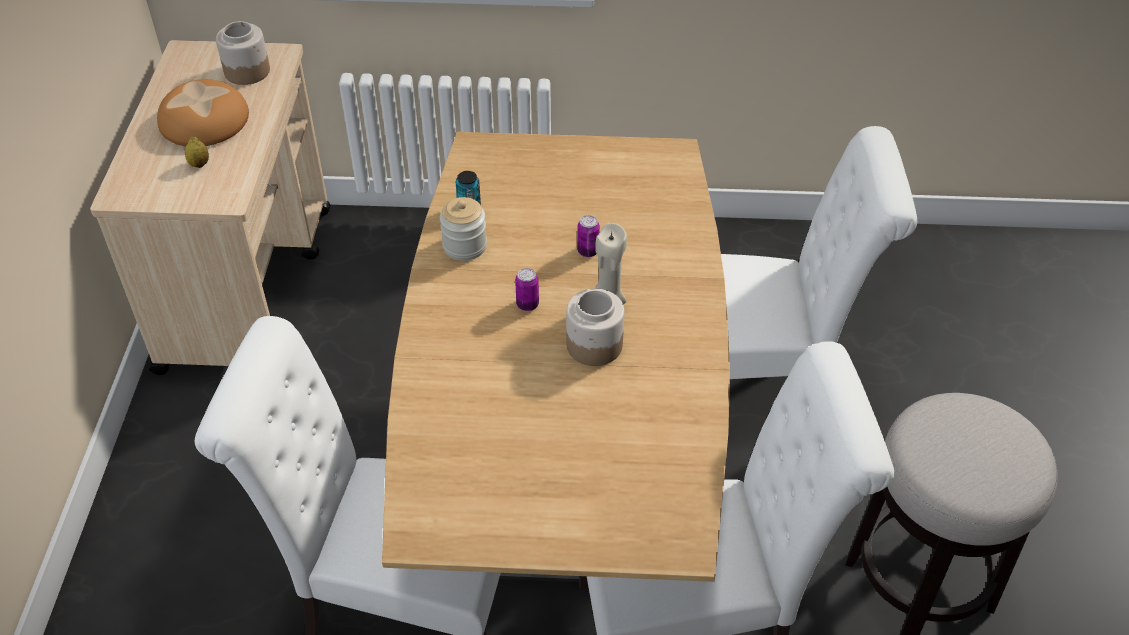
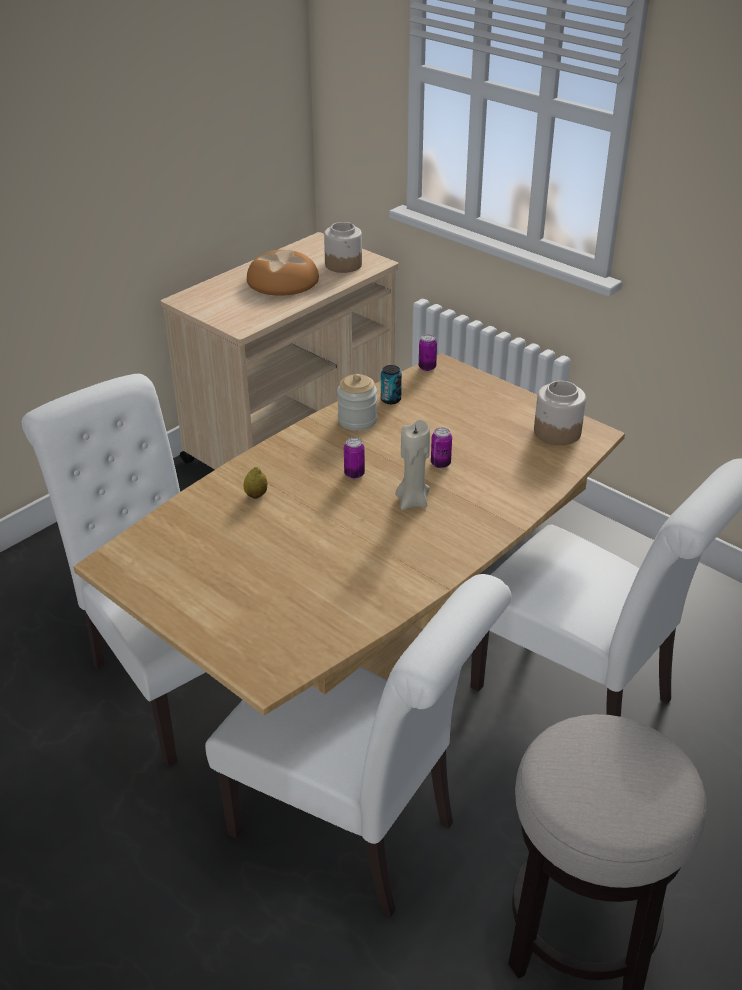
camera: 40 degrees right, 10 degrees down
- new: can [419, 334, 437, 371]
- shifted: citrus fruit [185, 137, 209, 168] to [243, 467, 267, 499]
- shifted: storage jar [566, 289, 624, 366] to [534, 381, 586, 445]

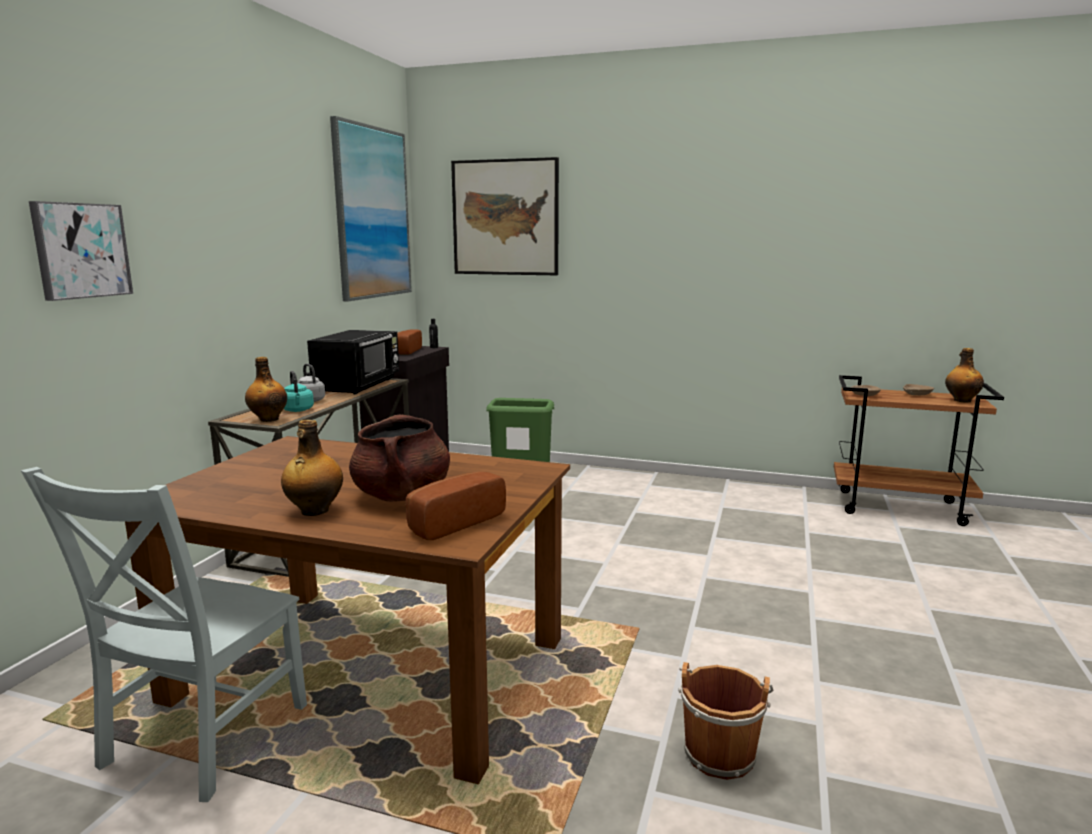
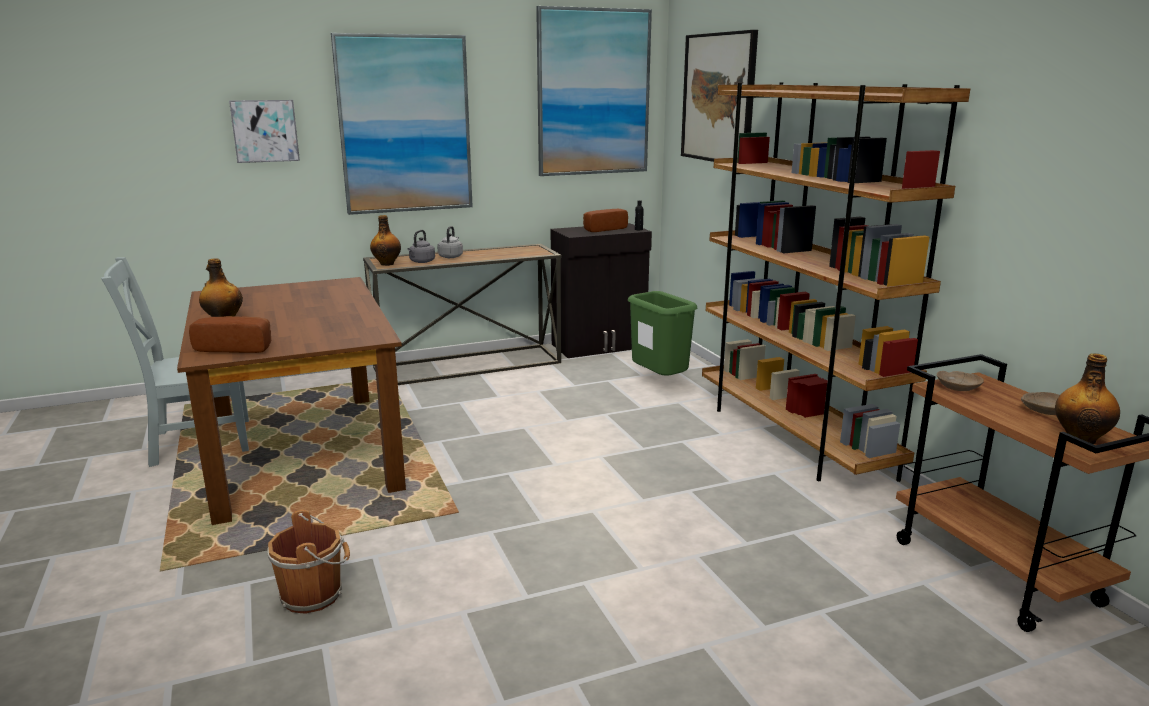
camera: 50 degrees right, 5 degrees up
- gone: black microwave oven [307, 330, 399, 395]
- gone: brownish stockpot [349, 415, 450, 502]
- new: wall art [331, 33, 473, 215]
- new: brownish shelving unit [702, 82, 970, 482]
- repainted: turquoise-coloured tea kettle [284, 371, 314, 412] to greyish tea kettle [408, 230, 435, 263]

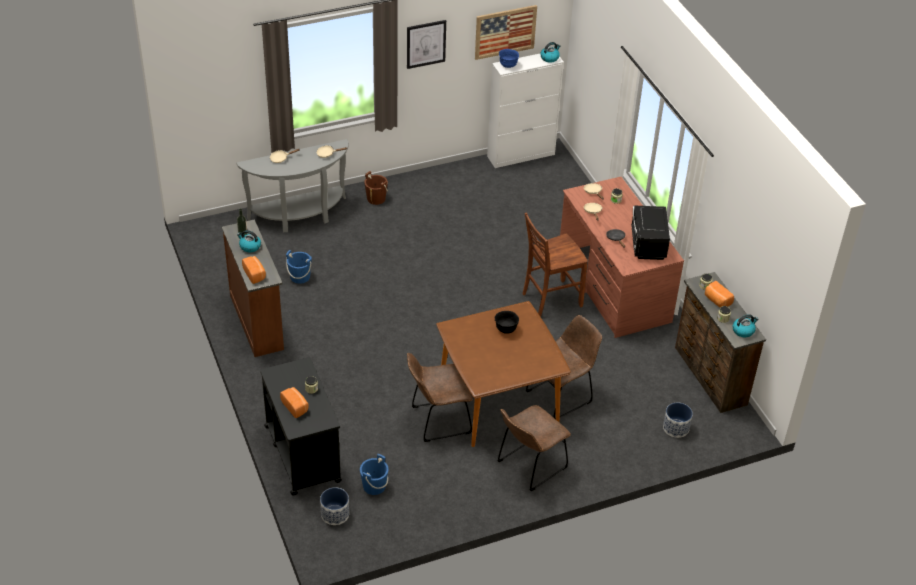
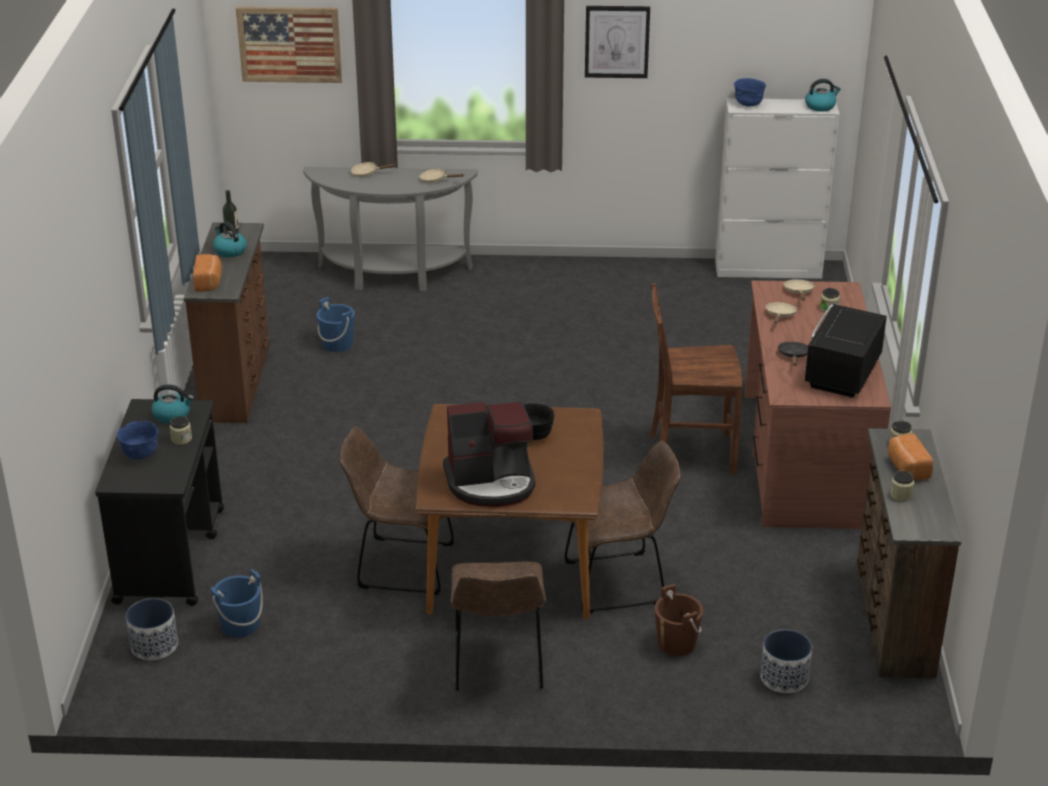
camera: 25 degrees right, 10 degrees down
- new: coffee brewer [443, 401, 535, 507]
- shifted: brownish bucket [364, 171, 388, 205] to [654, 584, 703, 656]
- shifted: wall art [475, 5, 537, 60] to [236, 7, 342, 83]
- shifted: tea kettle [733, 314, 758, 337] to [152, 384, 194, 424]
- swapped: bakery bread [280, 387, 309, 418] to blue bowl [117, 421, 158, 460]
- rotated: brownish plain chair [498, 405, 571, 491] = [451, 562, 546, 690] 75 degrees counterclockwise

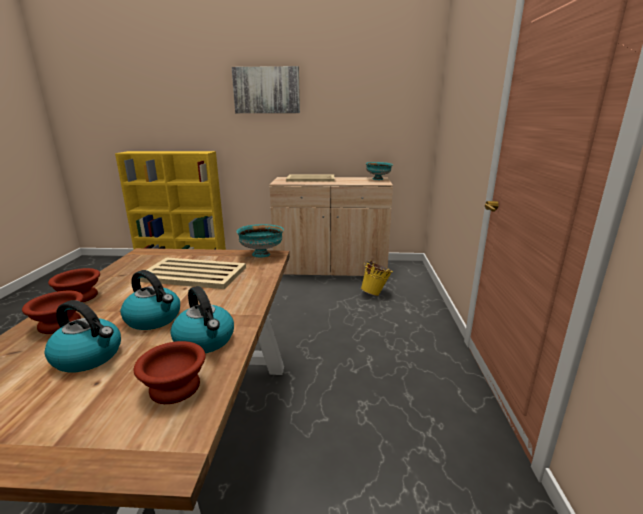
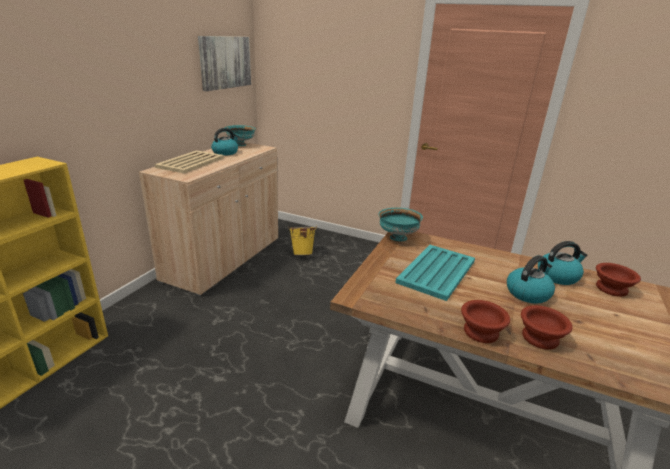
camera: 70 degrees left, 5 degrees up
- shifted: tea kettle [45, 300, 121, 372] to [211, 128, 239, 156]
- shifted: wall art [232, 66, 300, 113] to [198, 36, 251, 91]
- repainted: beige-coloured tray [140, 257, 246, 289] to turquoise-coloured tray [395, 245, 475, 301]

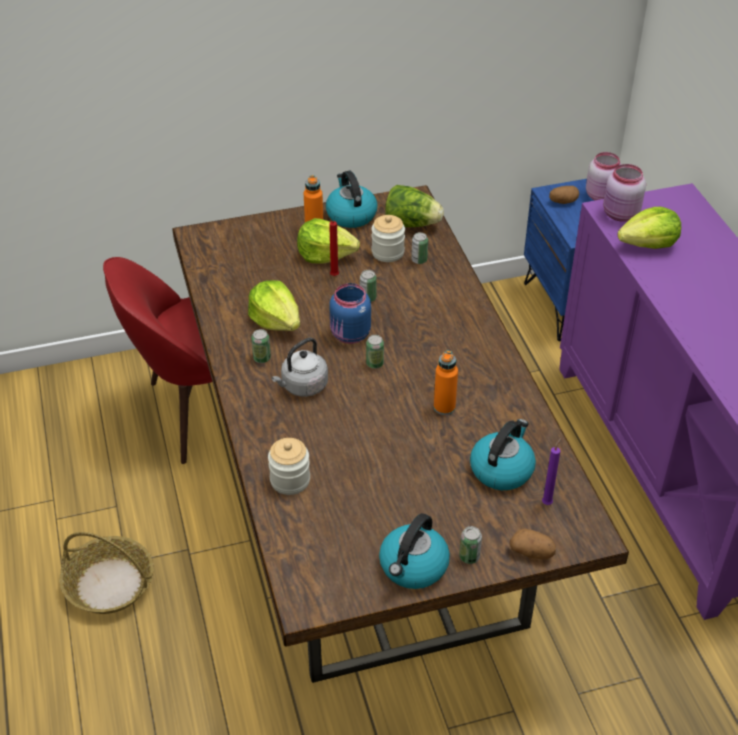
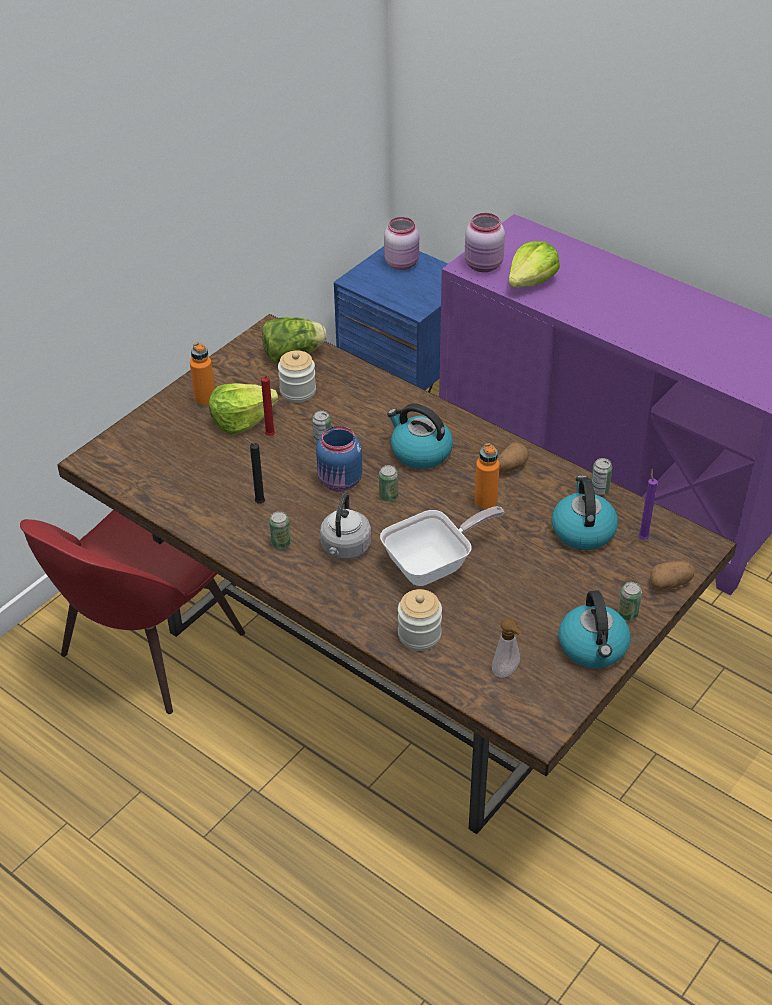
camera: 35 degrees left, 0 degrees up
- gone: household basket [59, 532, 154, 614]
- new: frying pan [380, 506, 504, 586]
- new: liquid soap bottle [492, 618, 522, 677]
- shifted: tea kettle [326, 171, 377, 228] to [387, 404, 453, 469]
- shifted: can [411, 232, 428, 264] to [591, 458, 612, 494]
- shifted: spud [549, 186, 579, 204] to [498, 443, 529, 473]
- swapped: lettuce head [248, 280, 300, 331] to black wax candle [245, 438, 265, 503]

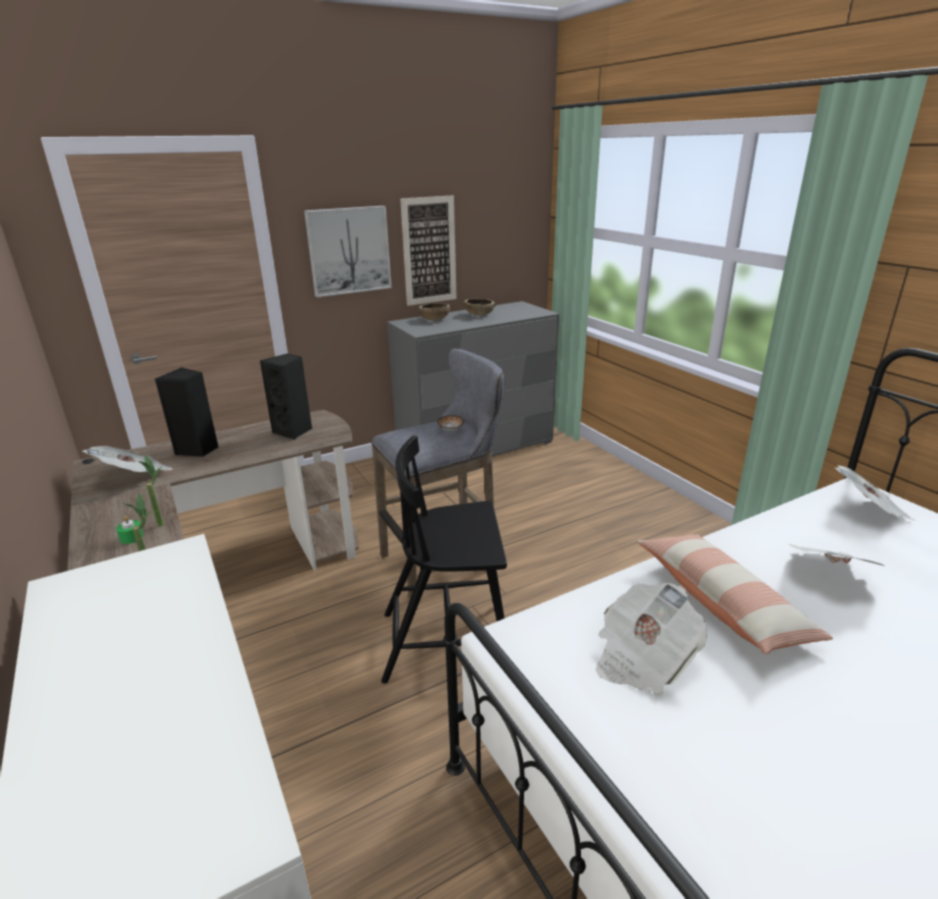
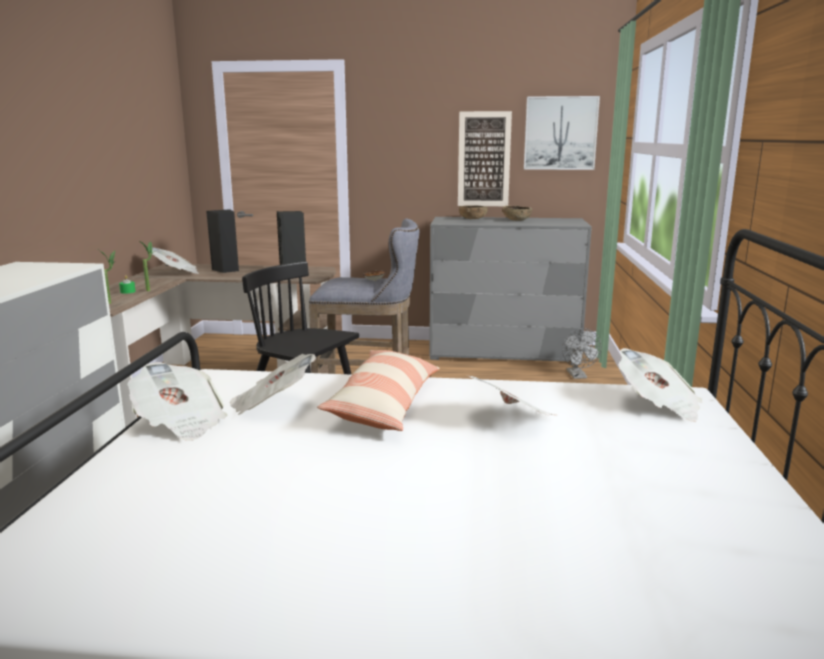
camera: 35 degrees right, 10 degrees down
- new: daily paper [127, 362, 227, 441]
- new: greyish fan [562, 328, 602, 379]
- shifted: wall art [304, 206, 392, 297] to [524, 96, 600, 170]

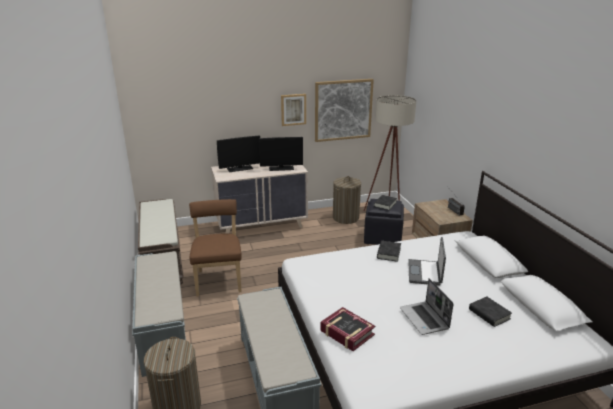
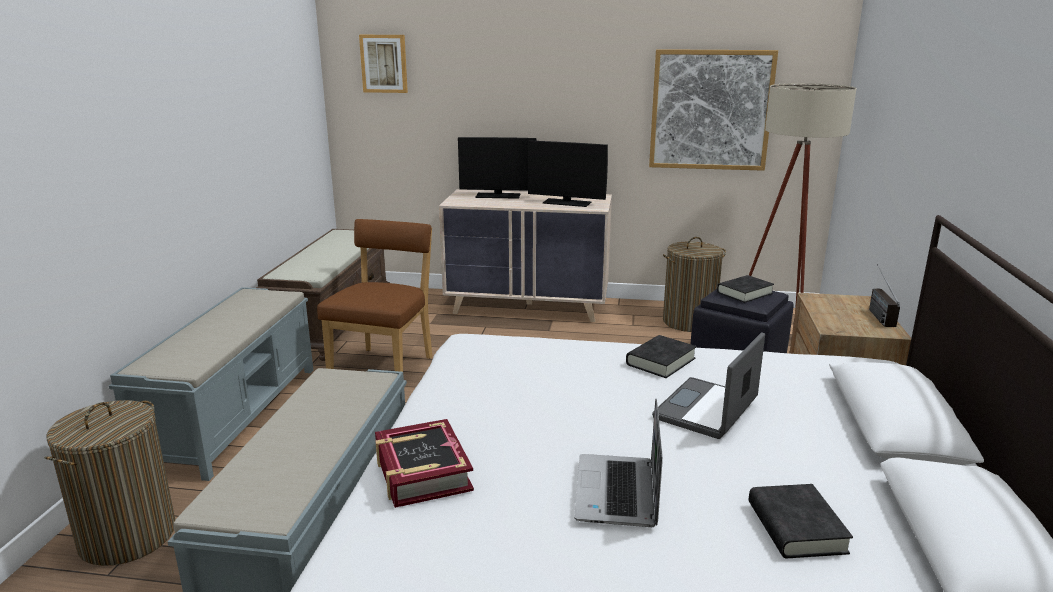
camera: 25 degrees right, 5 degrees down
- shifted: wall art [281, 94, 306, 126] to [359, 35, 408, 93]

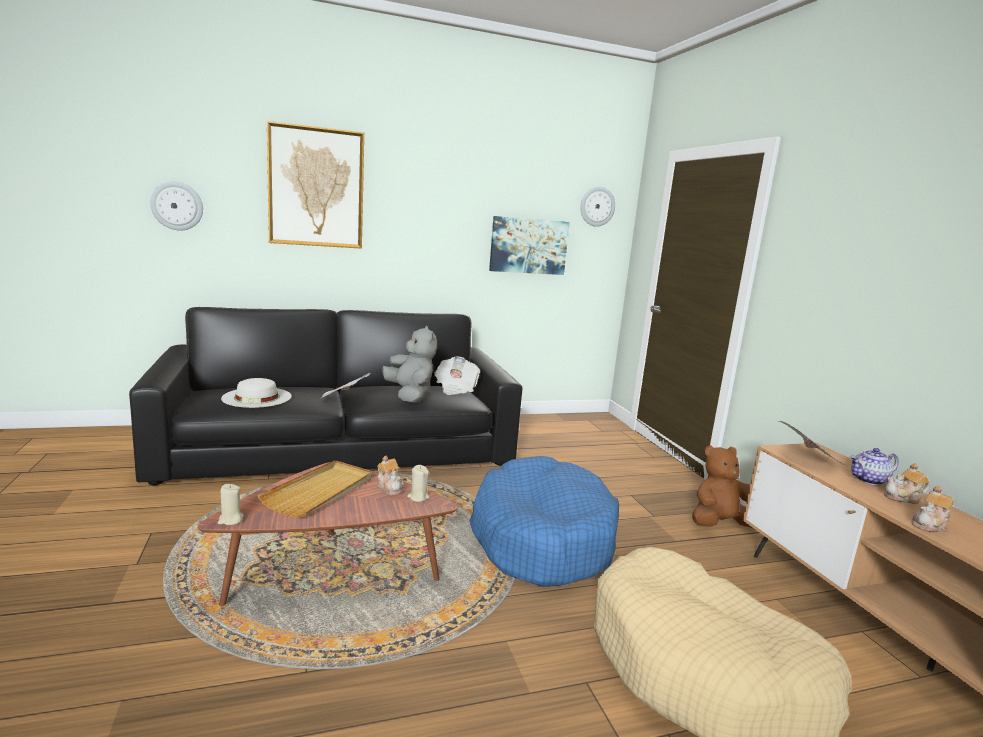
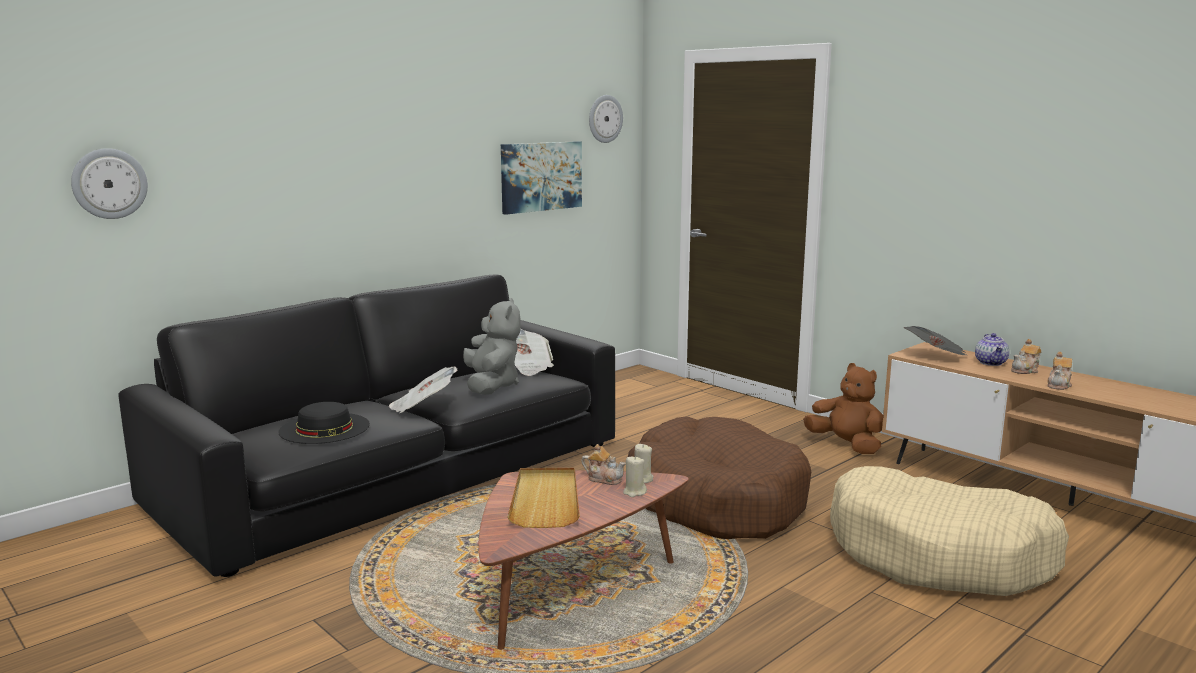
camera: 25 degrees left, 0 degrees up
- gone: wall art [267, 121, 364, 249]
- shifted: beige-coloured wax candle [218, 484, 244, 525] to [623, 456, 647, 497]
- repainted: white-coloured hat [221, 378, 292, 408] to black hat [278, 402, 370, 444]
- repainted: blue dog cushion [470, 456, 619, 587] to brownish dog cushion [628, 416, 811, 539]
- rotated: greyish plush toy [382, 326, 437, 403] = [463, 298, 521, 395] 45 degrees clockwise
- rotated: brownish plush toy [692, 445, 752, 528] = [803, 363, 883, 454] 90 degrees clockwise
- rotated: teapot [850, 448, 899, 485] = [975, 333, 1009, 366] 45 degrees counterclockwise

